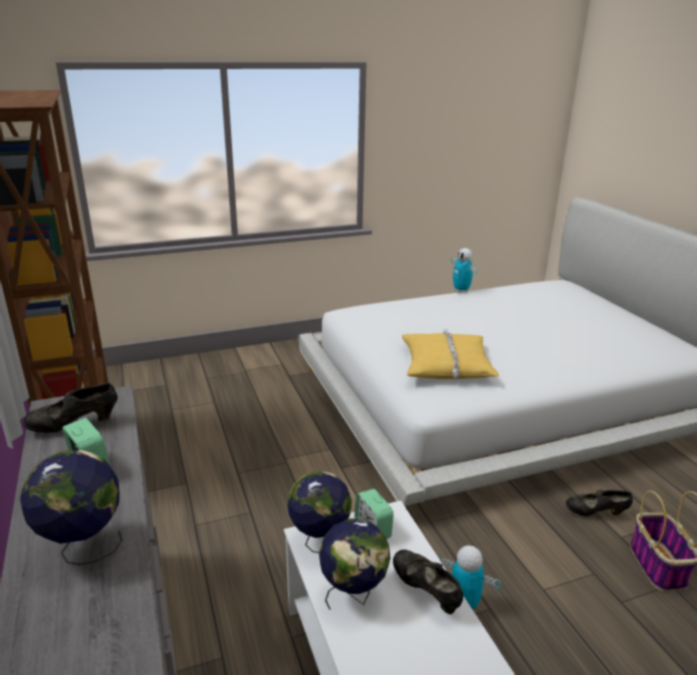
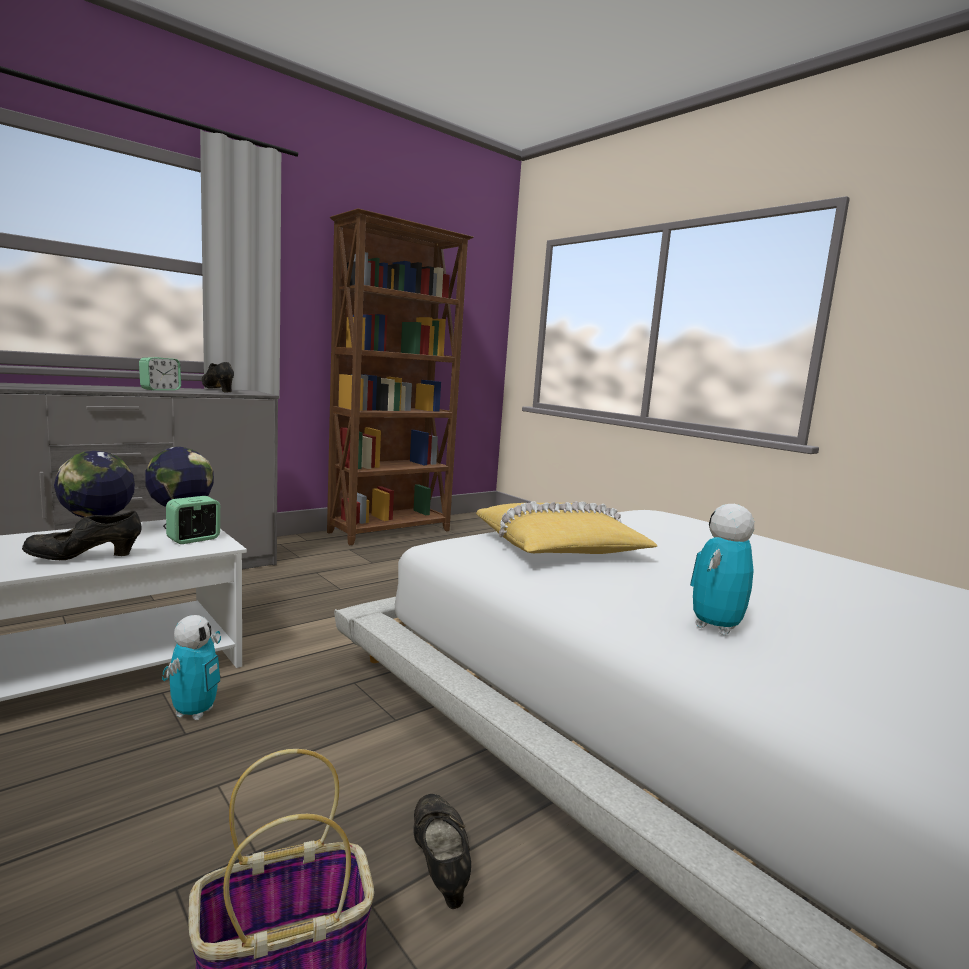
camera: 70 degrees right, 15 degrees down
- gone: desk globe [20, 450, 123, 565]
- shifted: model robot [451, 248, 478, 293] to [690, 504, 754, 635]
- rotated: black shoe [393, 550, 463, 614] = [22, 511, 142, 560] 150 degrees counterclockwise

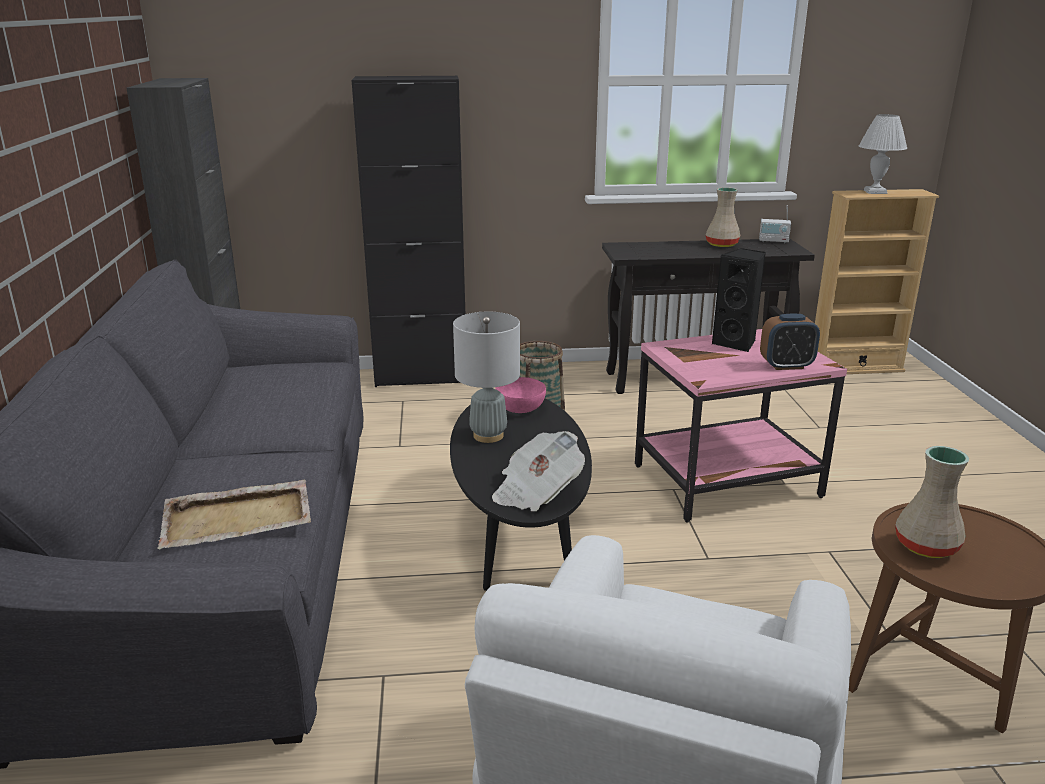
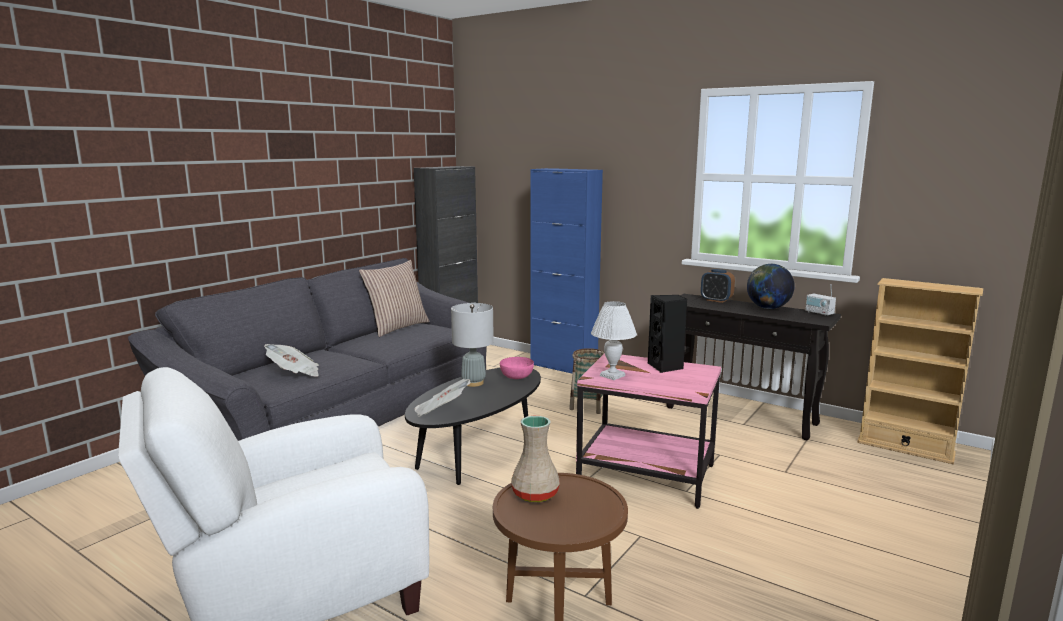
camera: 40 degrees right, 10 degrees down
- new: pillow [359, 260, 430, 337]
- shifted: alarm clock [760, 314, 820, 370] to [701, 269, 735, 303]
- shifted: white-coloured lamp for a table [859, 114, 907, 194] to [591, 301, 637, 380]
- swapped: beige-coloured tray [157, 480, 311, 549] to daily paper [264, 344, 319, 377]
- swapped: beige-coloured flower vase [706, 187, 740, 247] to desk globe [747, 264, 795, 309]
- repainted: black cabinet [352, 76, 465, 387] to blue cabinet [530, 168, 603, 373]

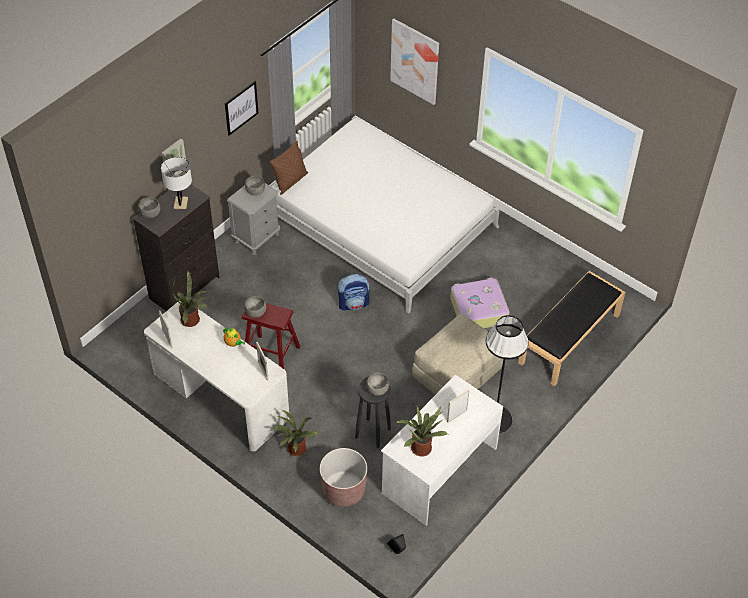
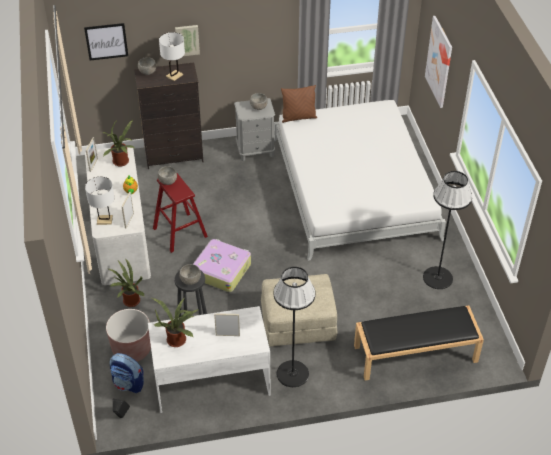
camera: 40 degrees right, 5 degrees down
- new: white-coloured lamp for a table [85, 176, 114, 225]
- new: black floor lamp [423, 171, 472, 289]
- shifted: wall art [225, 81, 258, 136] to [84, 23, 128, 60]
- shifted: backpack [338, 274, 370, 311] to [110, 353, 144, 393]
- shifted: suitcase [450, 278, 510, 328] to [193, 239, 251, 292]

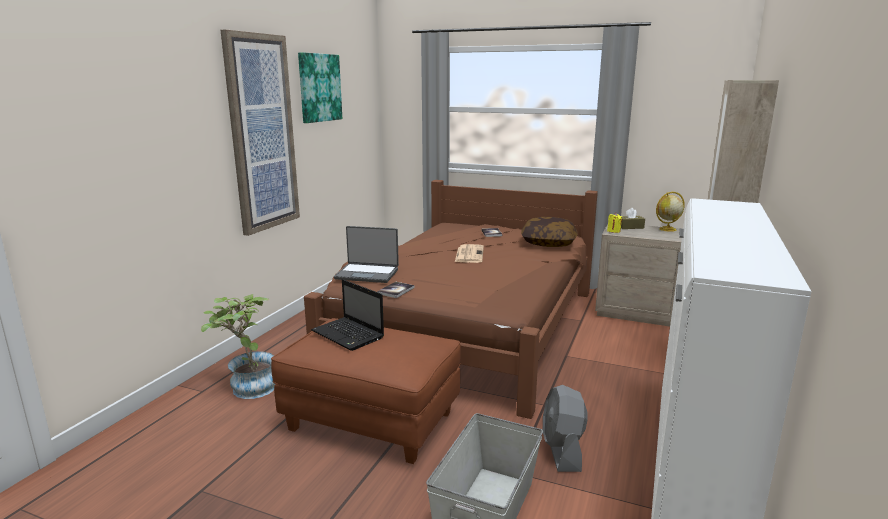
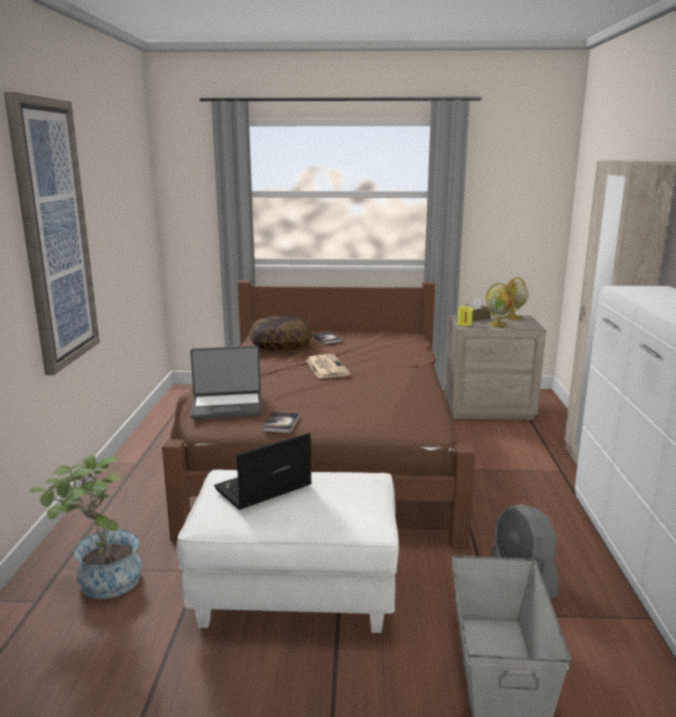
camera: 20 degrees left, 0 degrees up
- gone: wall art [298, 52, 342, 123]
- new: desk globe [486, 283, 516, 327]
- shifted: pillow [521, 217, 578, 247] to [249, 316, 312, 351]
- repainted: brownish pouffe [271, 318, 461, 464] to white-coloured pouffe [177, 469, 399, 633]
- rotated: portable computer [311, 279, 384, 351] = [214, 433, 312, 510] 120 degrees clockwise

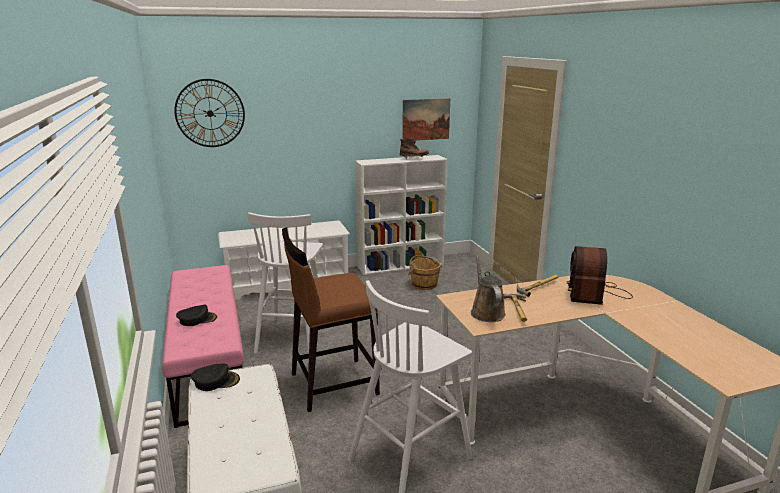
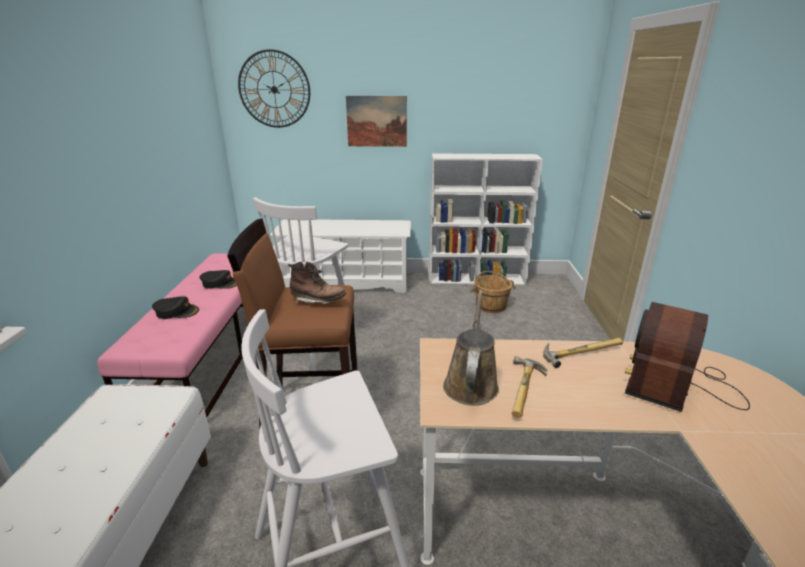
camera: 20 degrees right, 5 degrees up
- shifted: black peaked cap [191, 363, 240, 391] to [200, 270, 237, 289]
- shifted: brownish tall boot [400, 138, 429, 159] to [288, 262, 346, 304]
- shifted: wall art [402, 98, 450, 141] to [346, 96, 407, 147]

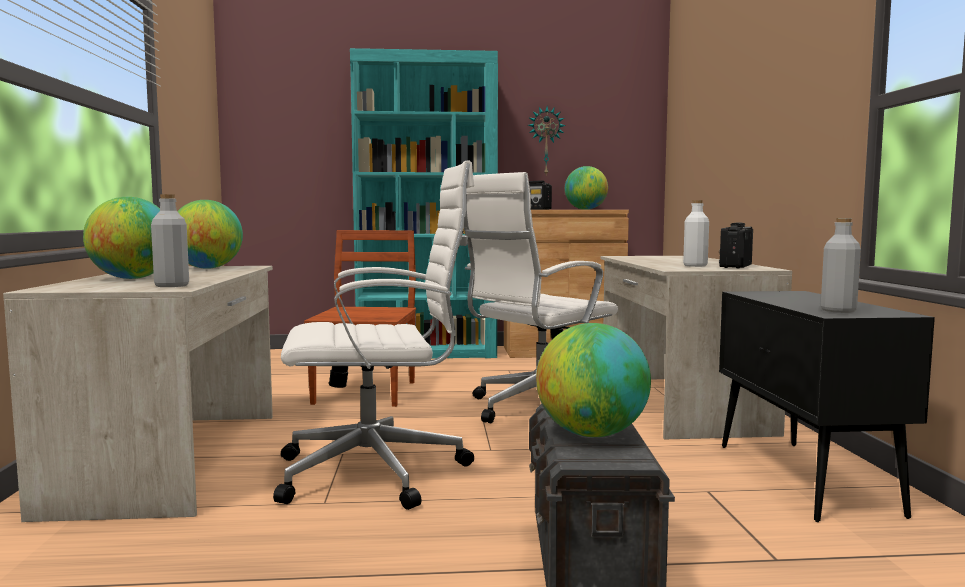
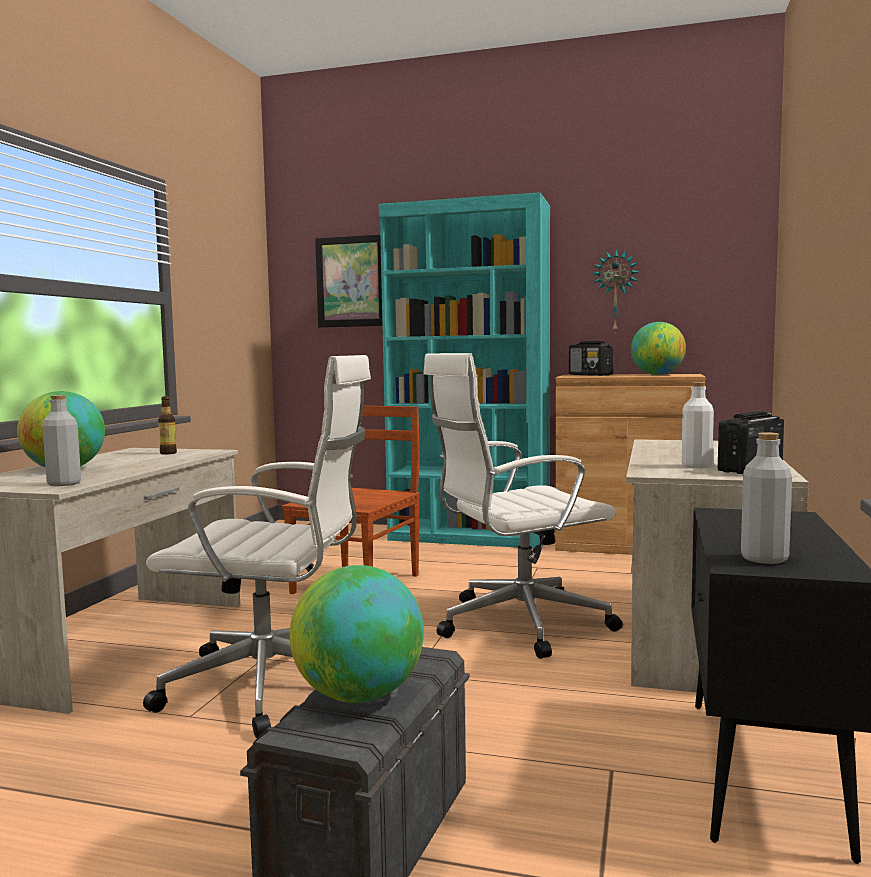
camera: 20 degrees right, 0 degrees up
- new: wall art [315, 235, 383, 327]
- swapped: desk globe [177, 200, 243, 269] to beverage bottle [158, 396, 177, 455]

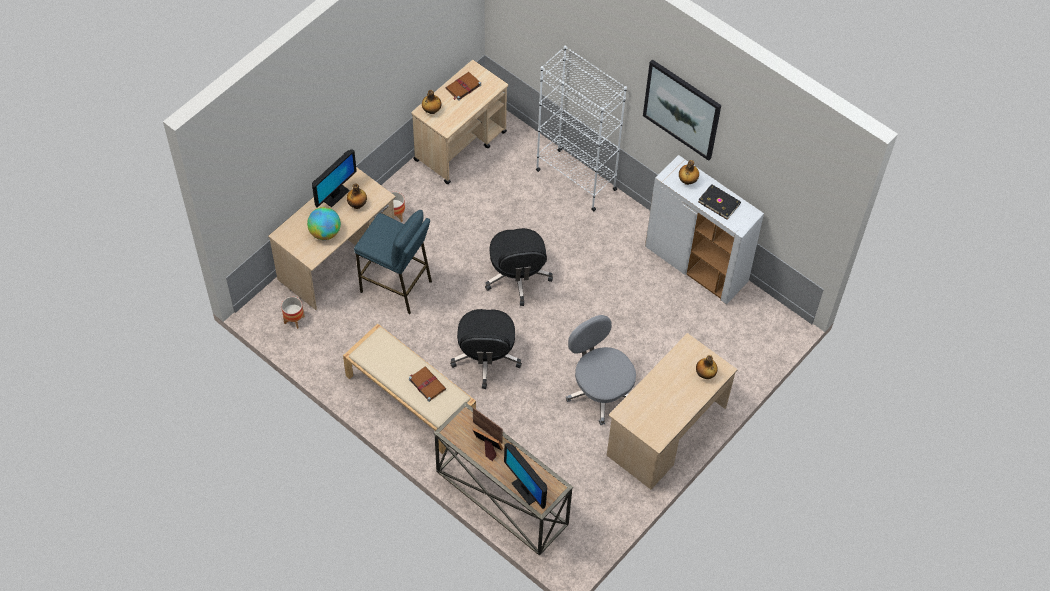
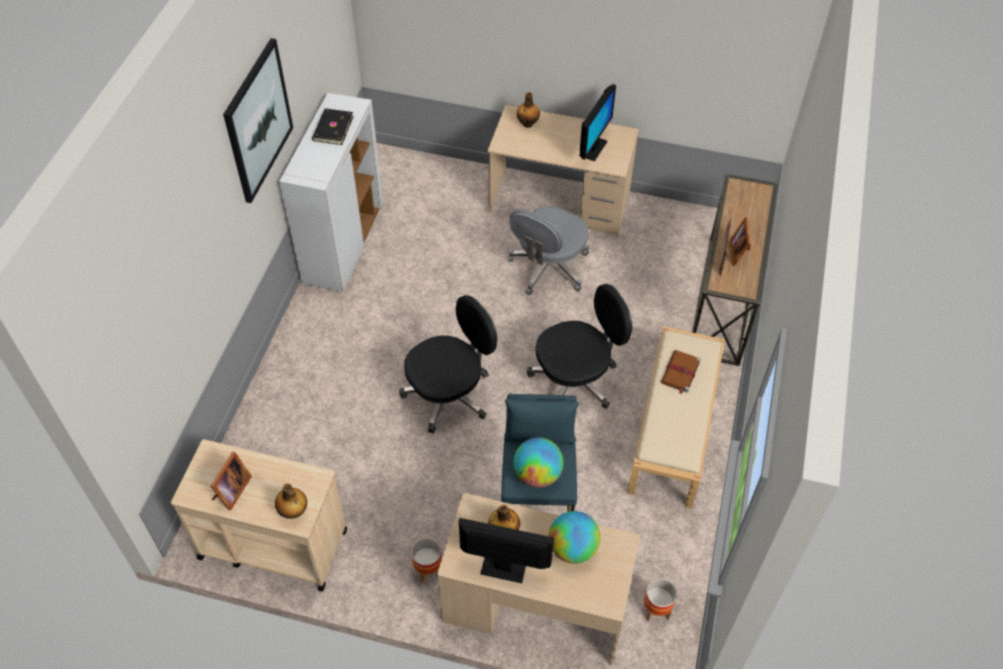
camera: 115 degrees left, 5 degrees down
- gone: white-coloured shelving unit [536, 46, 627, 211]
- gone: beverage bottle [679, 160, 699, 185]
- new: desk globe [514, 437, 563, 488]
- shifted: computer screen [504, 443, 547, 509] to [579, 84, 616, 161]
- swapped: brownish book [446, 72, 481, 101] to standing frame [210, 452, 252, 510]

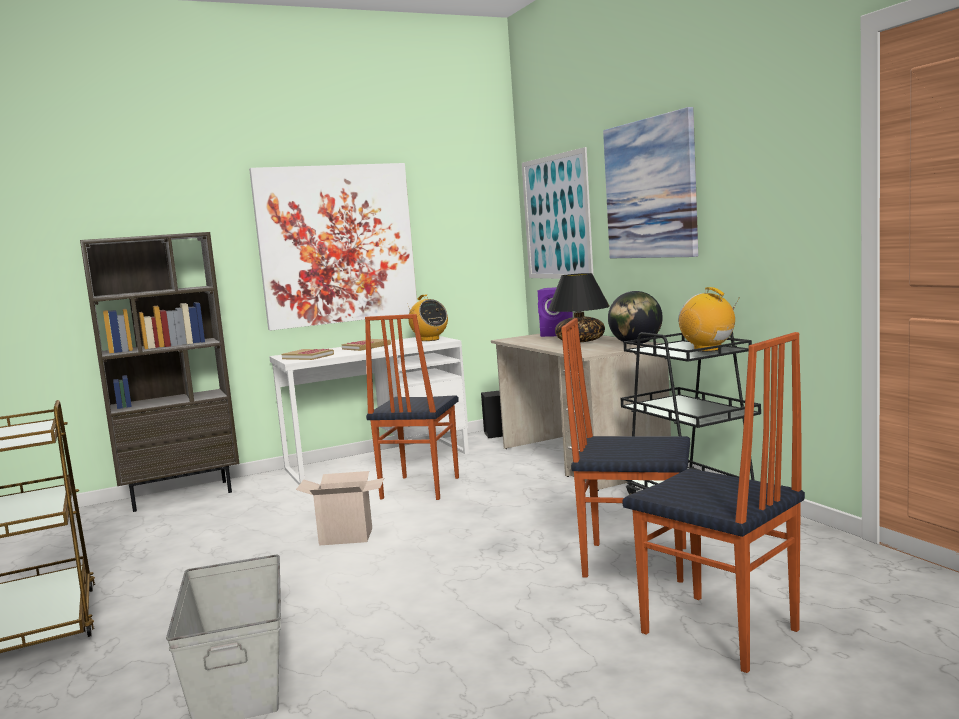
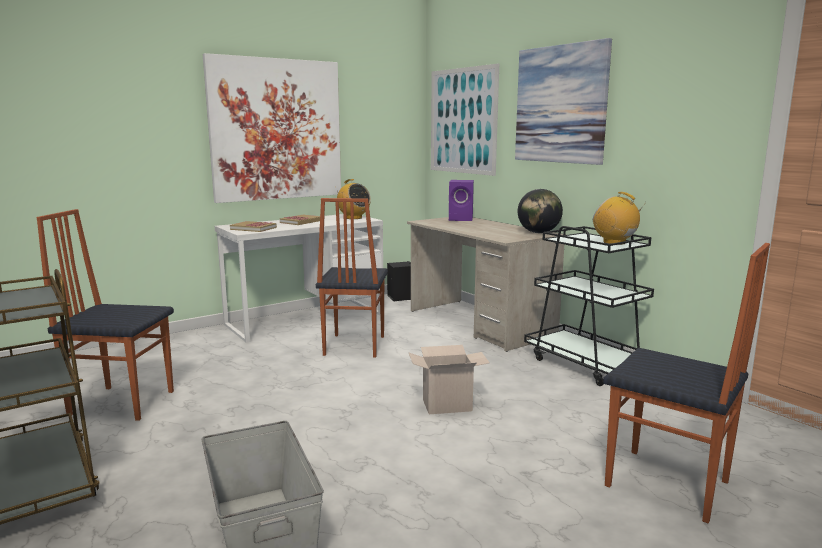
camera: 10 degrees left, 5 degrees up
- gone: brownish shelving unit [80, 232, 239, 512]
- gone: black lamp for a table [548, 273, 610, 342]
- shifted: cardboard box [296, 471, 384, 546] to [408, 345, 490, 414]
- shifted: plain chair [561, 318, 690, 583] to [36, 209, 174, 421]

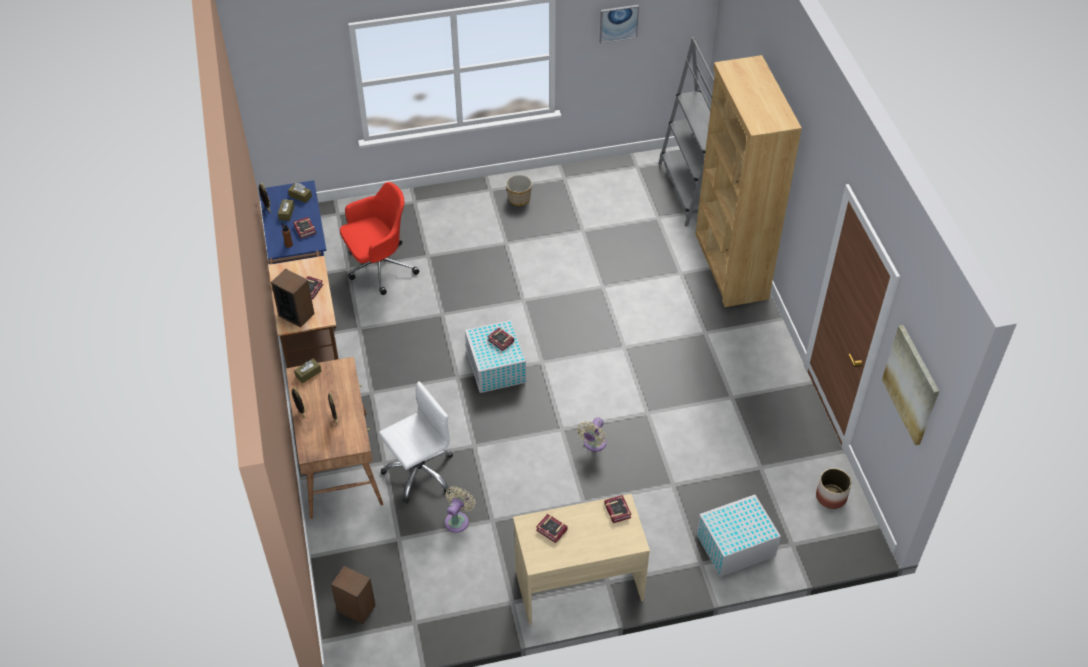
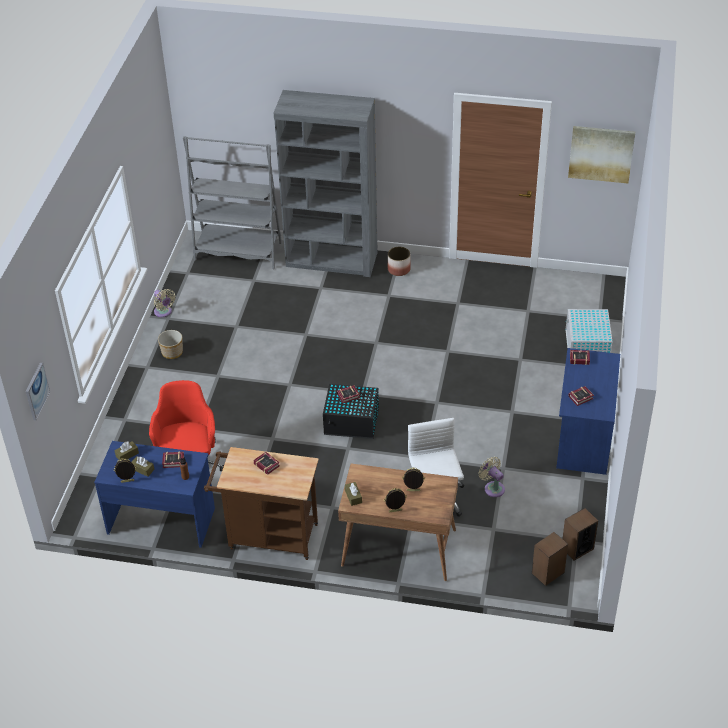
camera: 65 degrees left, 5 degrees down
- shifted: speaker [271, 269, 314, 328] to [562, 508, 598, 561]
- shifted: beige-coloured fan [577, 417, 607, 452] to [154, 289, 175, 317]
- shifted: wall art [600, 5, 639, 43] to [26, 363, 50, 420]
- shifted: planter [816, 468, 852, 509] to [388, 247, 411, 276]
- repainted: white-coloured storage bin [465, 320, 526, 393] to black storage bin [323, 384, 379, 439]
- repainted: beige-coloured desk table [513, 494, 650, 625] to blue desk table [556, 348, 620, 475]
- repainted: brownish shelving unit [695, 55, 802, 307] to greyish shelving unit [274, 90, 378, 277]

